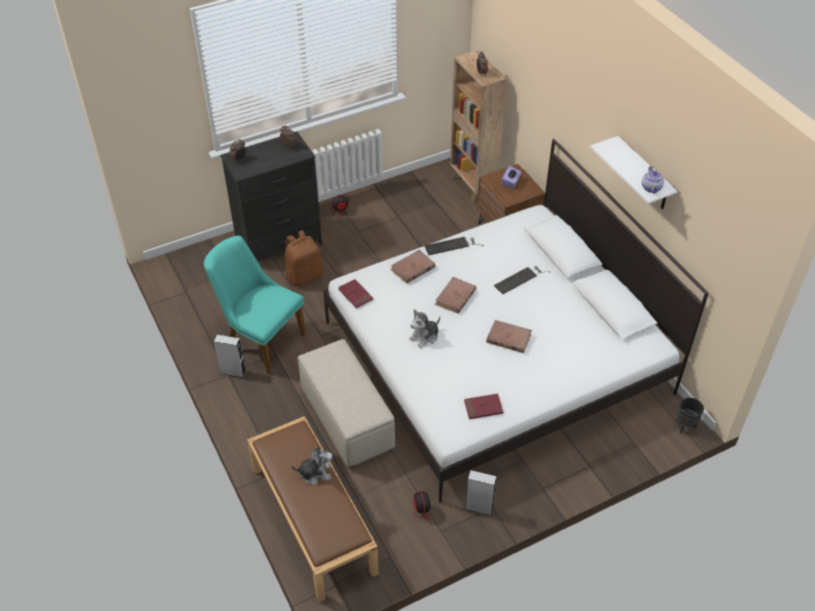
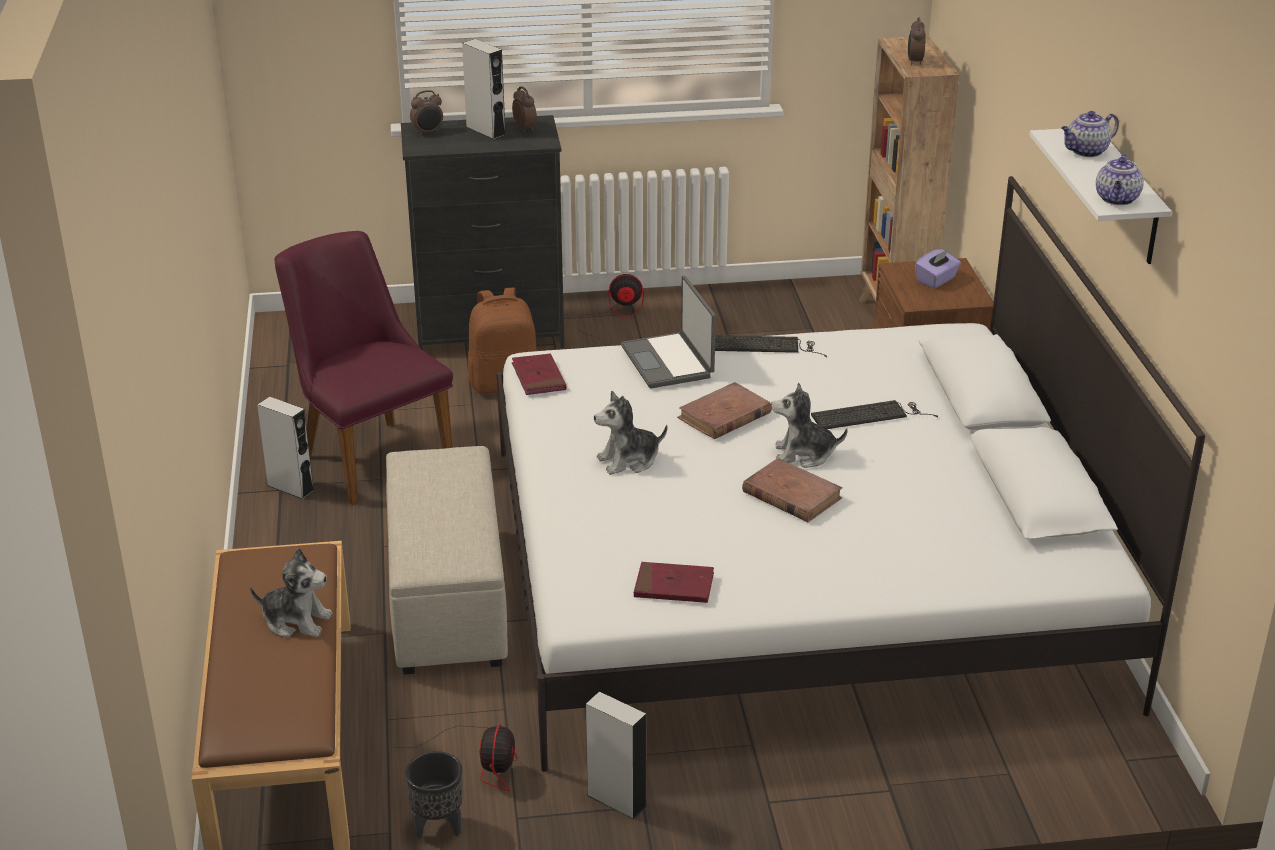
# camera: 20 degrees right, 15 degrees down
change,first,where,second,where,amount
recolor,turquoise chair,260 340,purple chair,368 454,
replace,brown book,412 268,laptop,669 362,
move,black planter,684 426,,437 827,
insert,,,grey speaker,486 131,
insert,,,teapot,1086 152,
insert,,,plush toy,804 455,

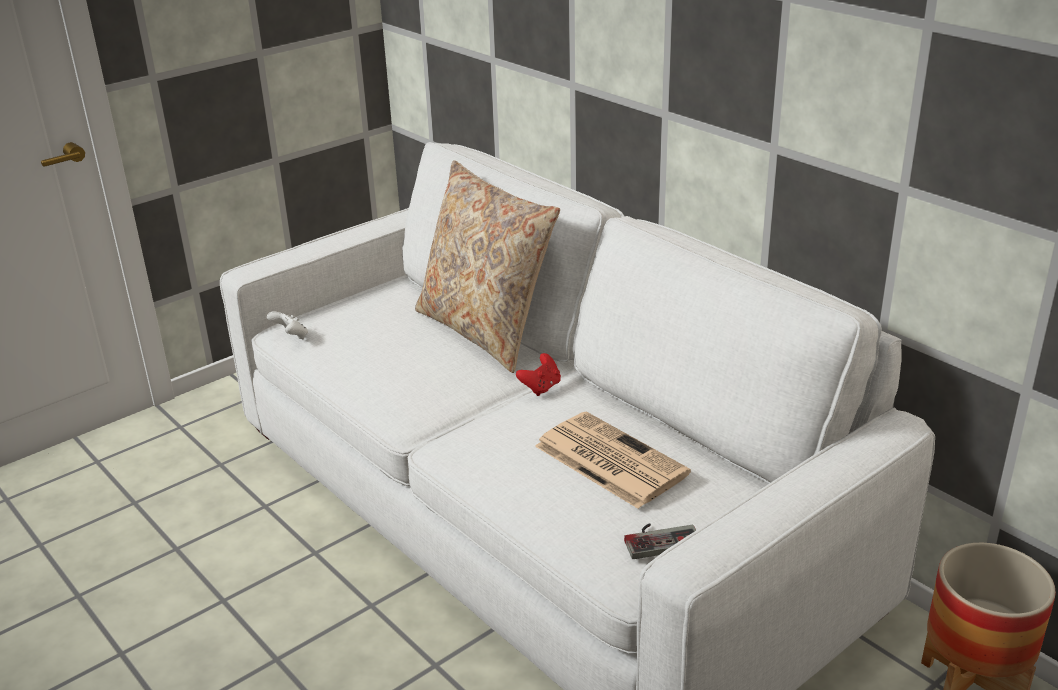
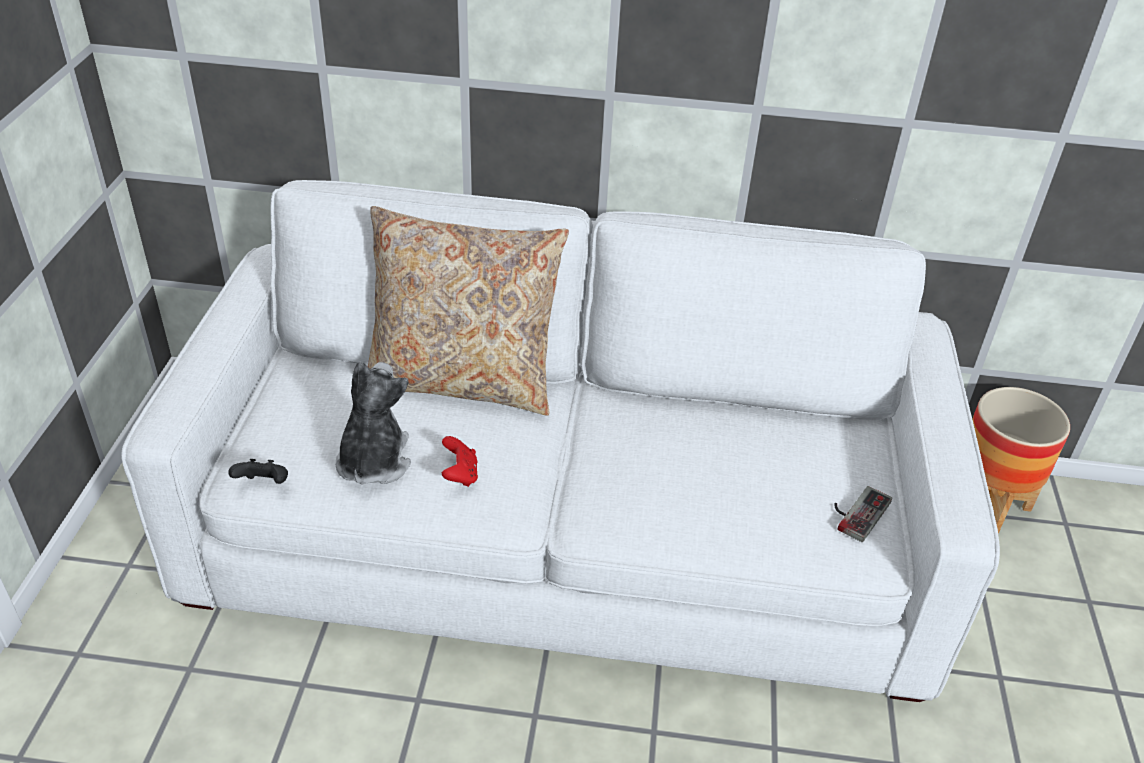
# camera: 45 degrees left, 10 degrees up
change,first,where,second,where,amount
recolor,white game controller,291 337,black game controller,264 485,
move,red game controller,541 387,,460 475,
delete,newspaper,608 459,,,
insert,,,plush toy,373 461,

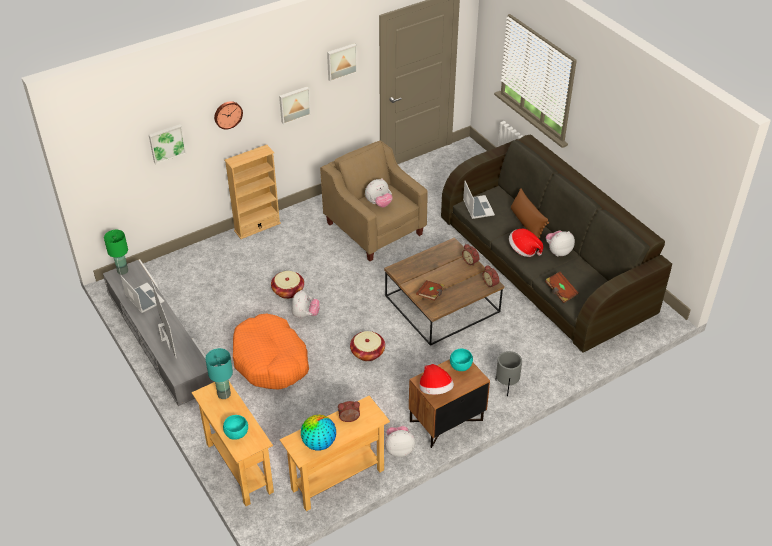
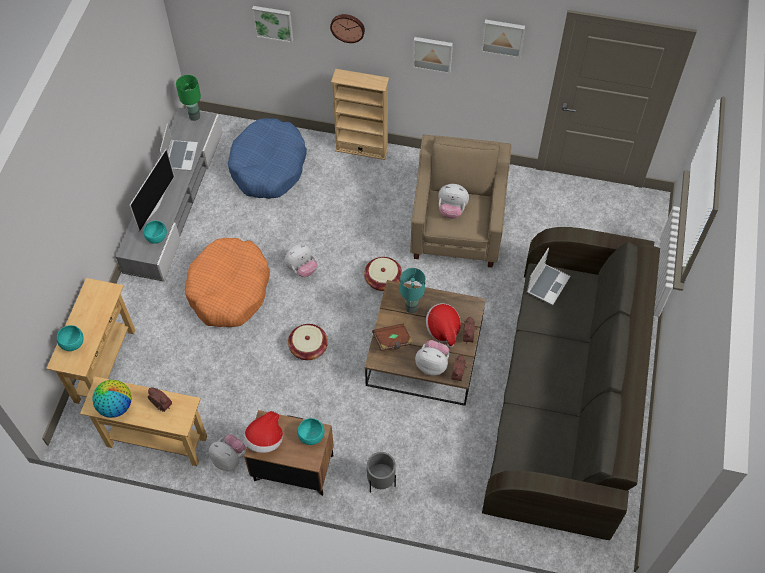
# camera: 45 degrees right, 15 degrees up
change,first,where,second,where,amount
delete,brown pillow,527 223,,,
move,hat,523 250,,443 329,
move,plush toy,558 251,,432 364,
move,basket,288 291,,383 279,
delete,brown book,560 292,,,
move,turquoise table lamp,224 394,,411 308,
insert,,,blue dog bed,268 166,
insert,,,turquoise bowl,156 237,

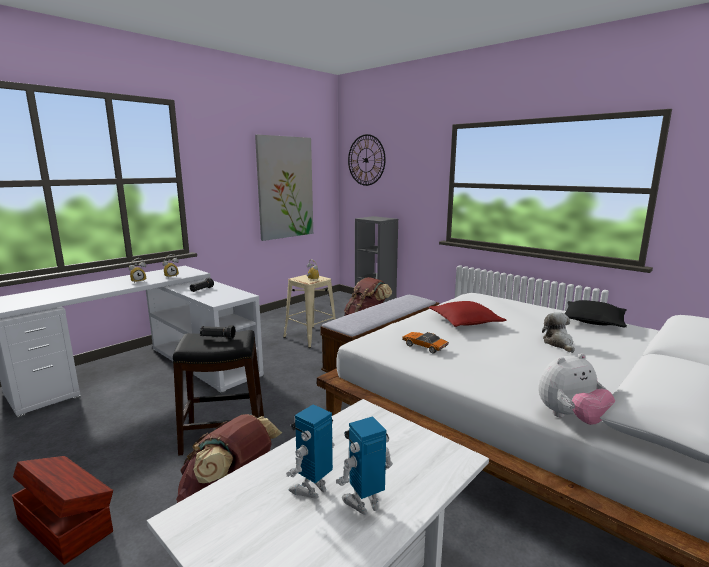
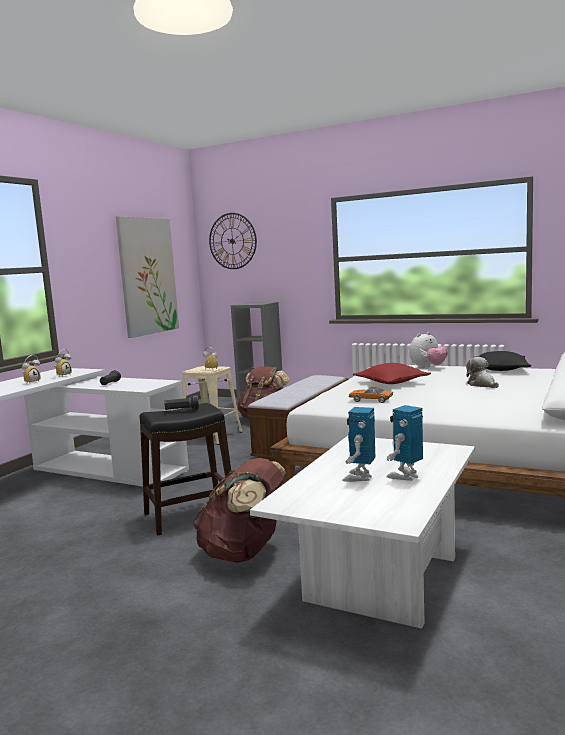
# camera: 15 degrees left, 5 degrees down
change,first,where,second,where,amount
move,plush toy,570 418,,428 367,
delete,brown storage box,66 524,,,

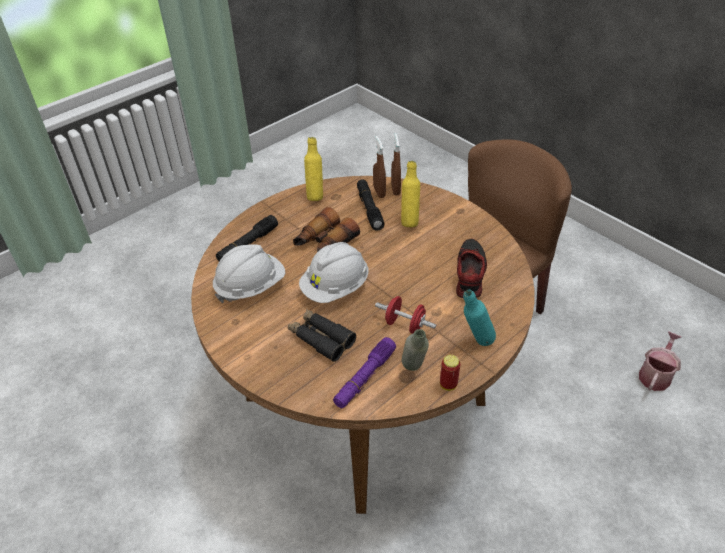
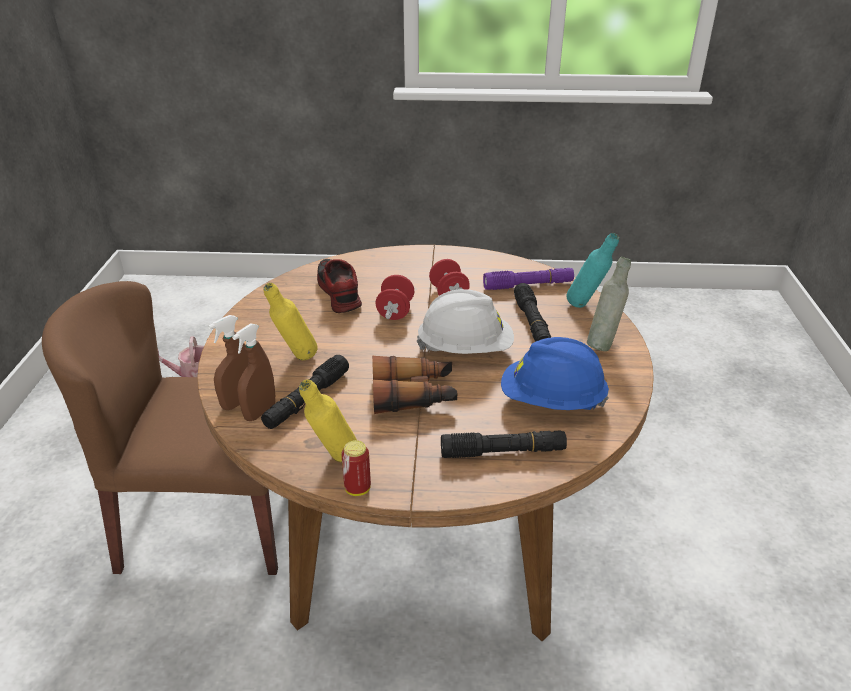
# camera: 135 degrees left, 10 degrees down
change,first,where,second,where,amount
rotate,shoe,469 274,,338 293,105 degrees clockwise
recolor,white hard hat,250 286,blue hard hat,551 401,
move,turquoise bottle,475 342,,586 307,
replace,black binoculars,321 338,black flashlight,531 323,
move,grey bottle,413 372,,603 344,
move,can,448 384,,357 489,
insert,,,red dumbbell,395 311,

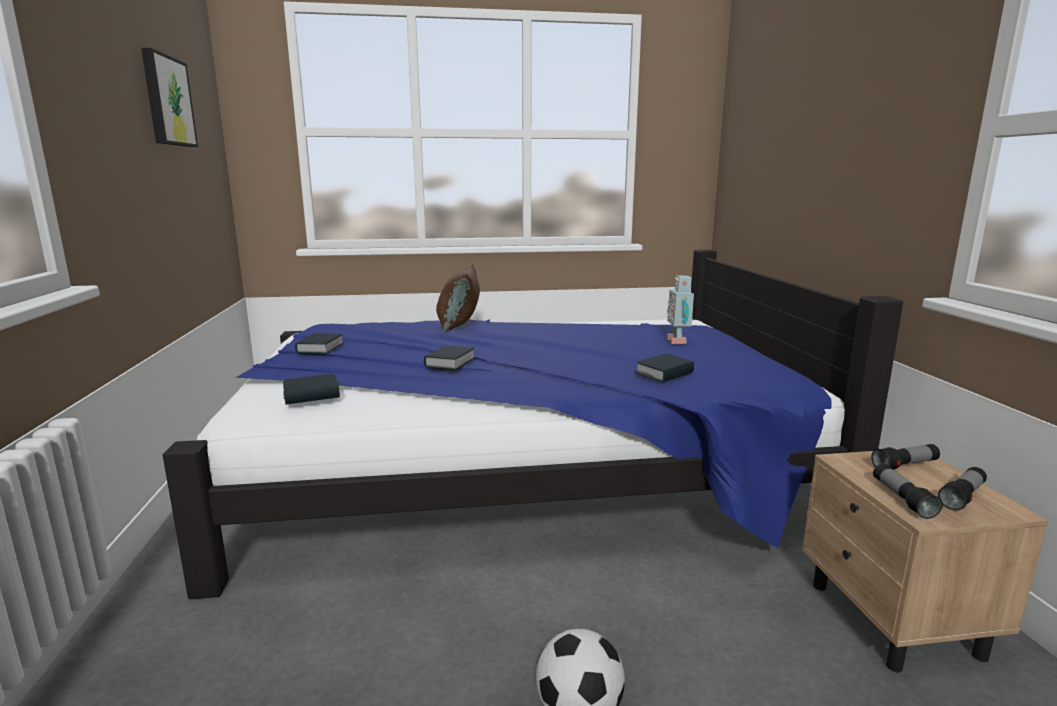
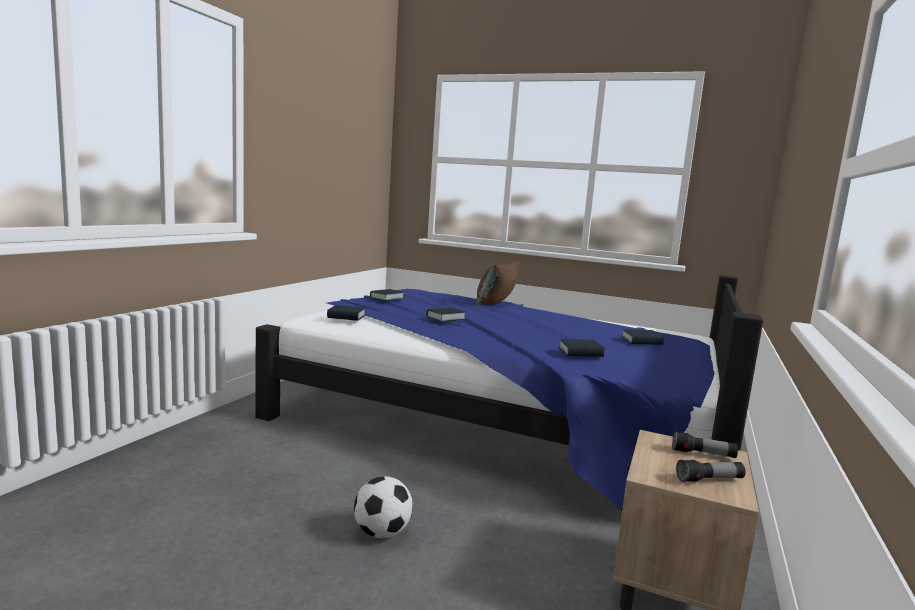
# camera: 30 degrees right, 5 degrees down
change,first,where,second,where,amount
delete,picture,167 101,,,
replace,toy robot,678 341,book,641 341,
delete,flashlight,902 499,,,

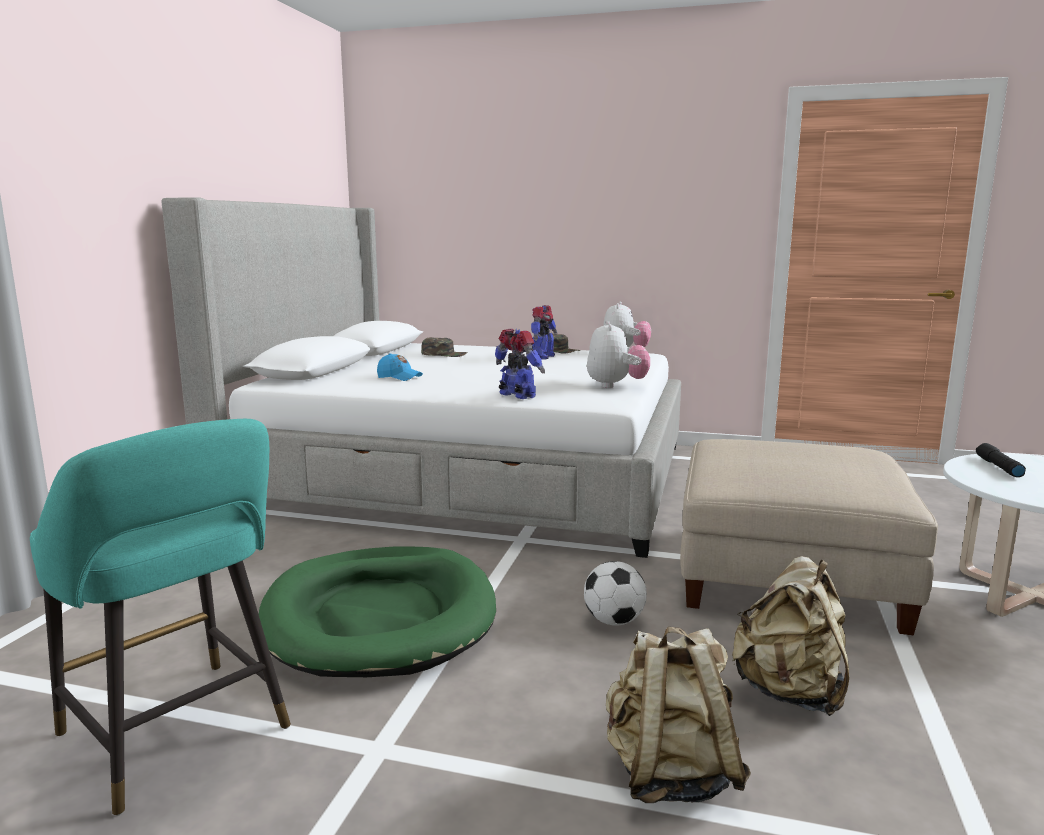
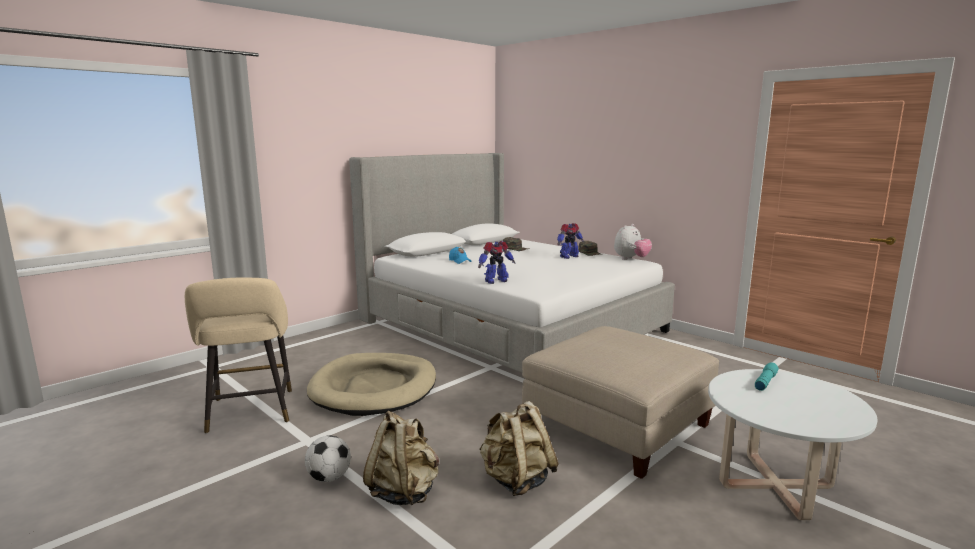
# camera: 30 degrees right, 0 degrees up
change,first,where,second,where,amount
delete,plush toy,616 385,,,
rotate,toy robot,517 396,,495 281,75 degrees clockwise
recolor,turquoise stool,180 736,beige stool,250 413,
recolor,black flashlight,998 467,turquoise flashlight,765 381,
recolor,green dog bed,380 617,beige dog bed,374 388,
move,football,614 621,,329 478,

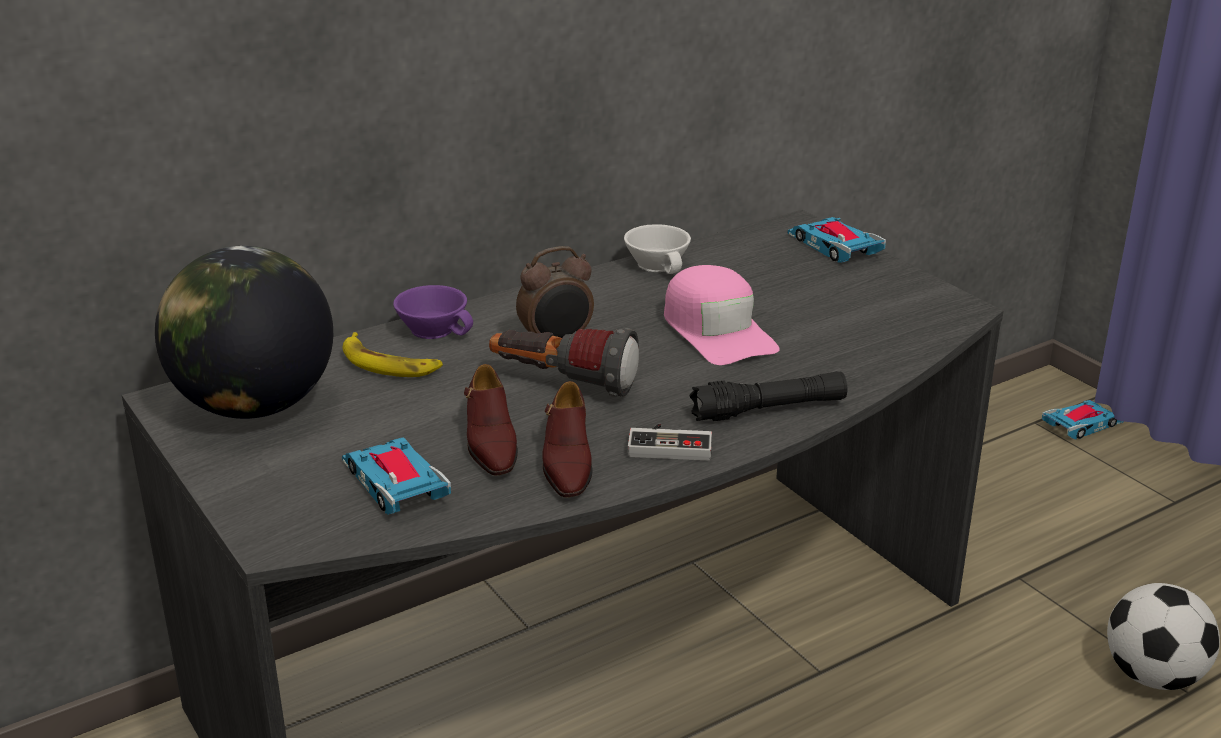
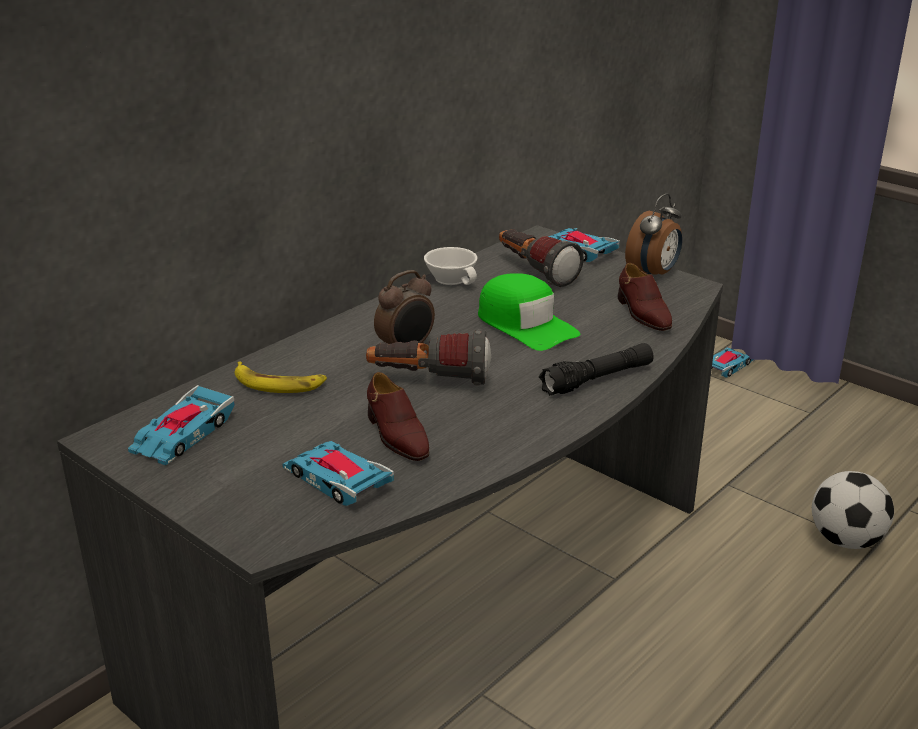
# camera: 15 degrees left, 0 degrees up
change,first,where,second,where,amount
replace,globe,255 406,toy car,183 434,
recolor,pink cap,717 331,green cap,525 325,
delete,purple cup,436 328,,,
move,brown shoe,567 462,,642 313,
delete,game controller,670 444,,,
insert,,,alarm clock,653 274,
insert,,,flashlight,534 272,

